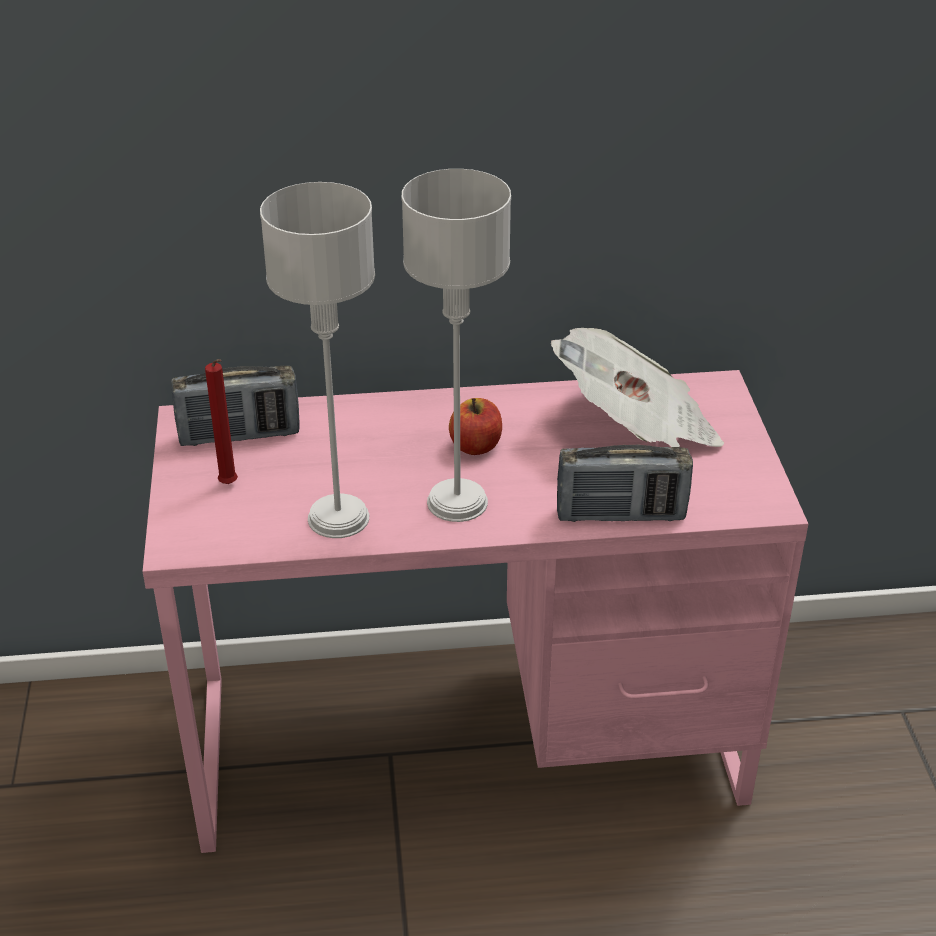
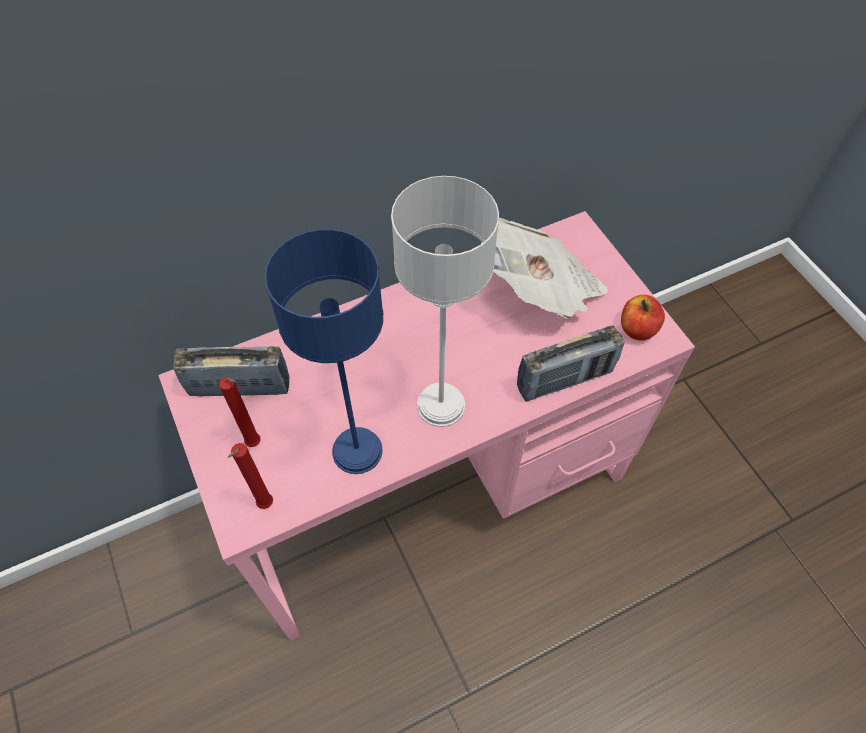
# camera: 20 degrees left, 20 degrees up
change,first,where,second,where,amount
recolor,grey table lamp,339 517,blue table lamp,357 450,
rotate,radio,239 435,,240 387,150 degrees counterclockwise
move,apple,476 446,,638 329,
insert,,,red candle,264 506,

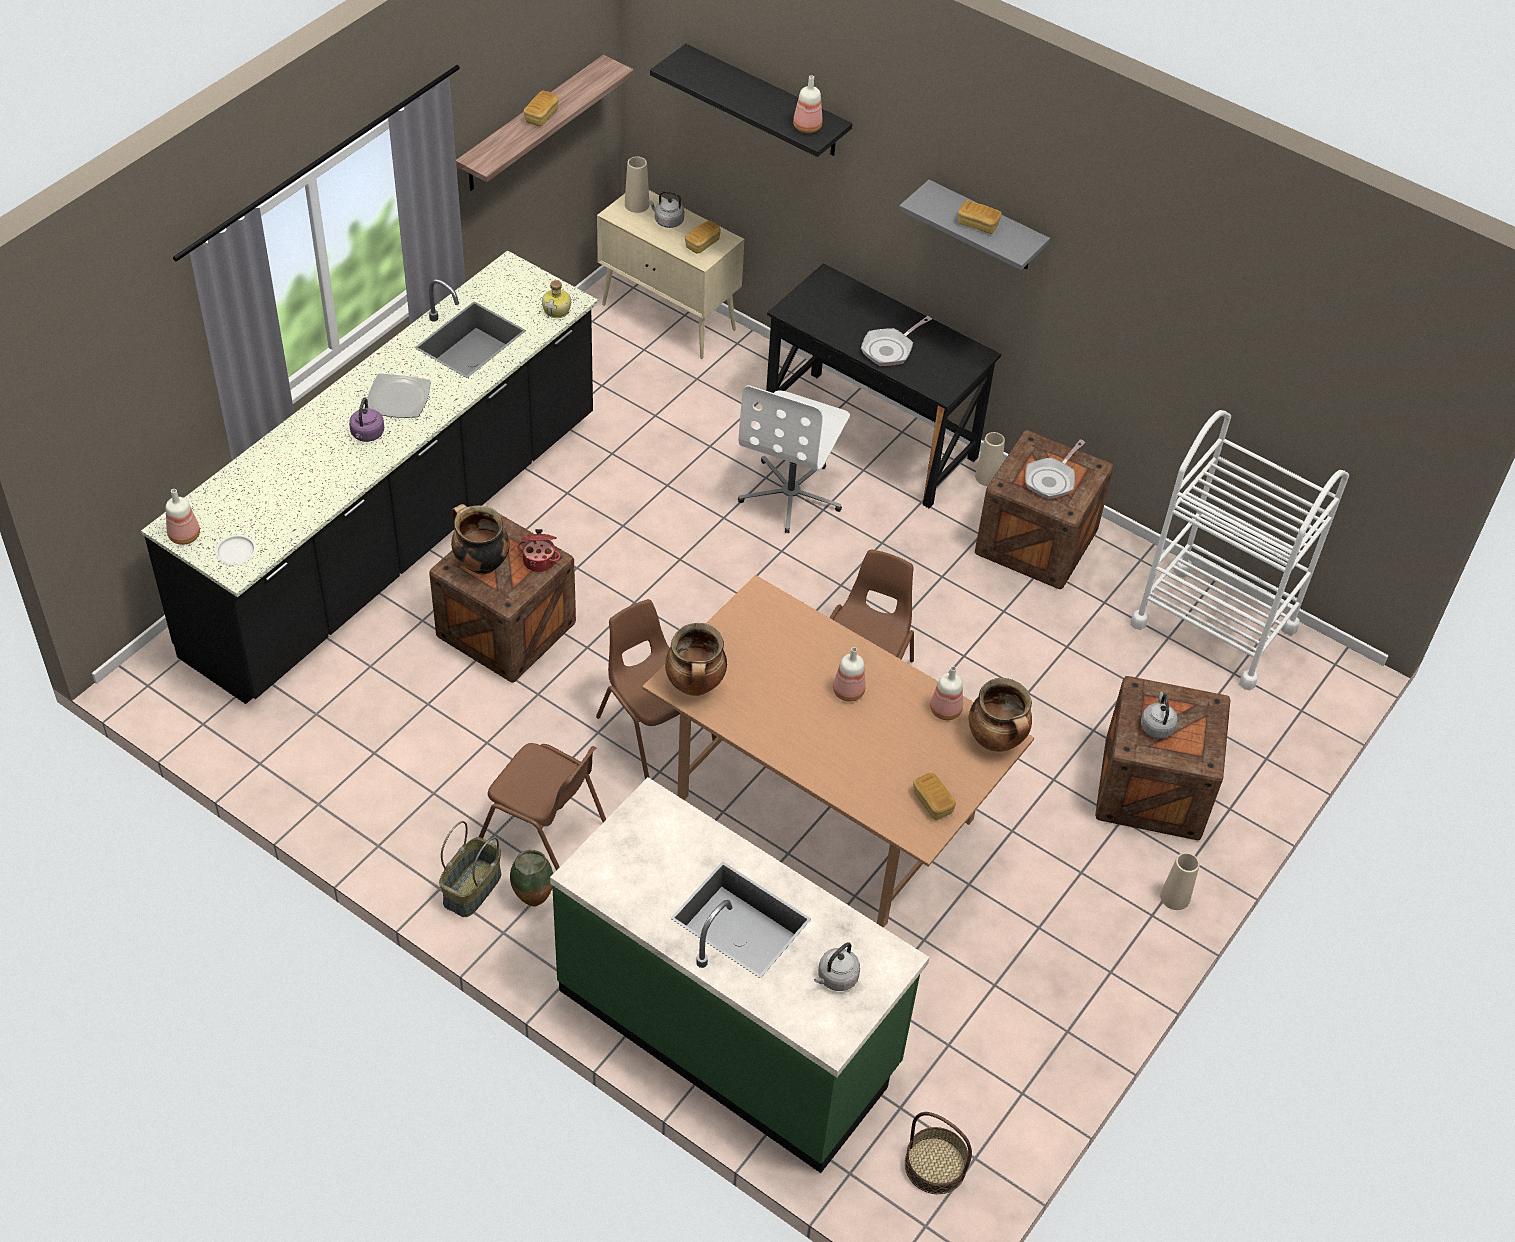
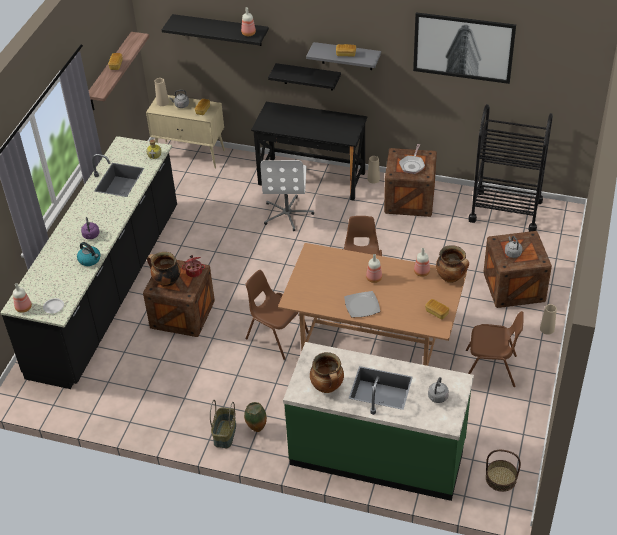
# camera: 15 degrees left, 5 degrees down
change,first,where,second,where,amount
delete,frying pan,890 349,,,
move,plate,398 399,,362 306,
recolor,white cart,1213 626,black cart,505 211,
move,cooking pot,696 686,,327 387,
move,brown chair,545 834,,491 369,
insert,,,picture,463 47,
insert,,,black shelf,308 77,
insert,,,kettle,90 260,

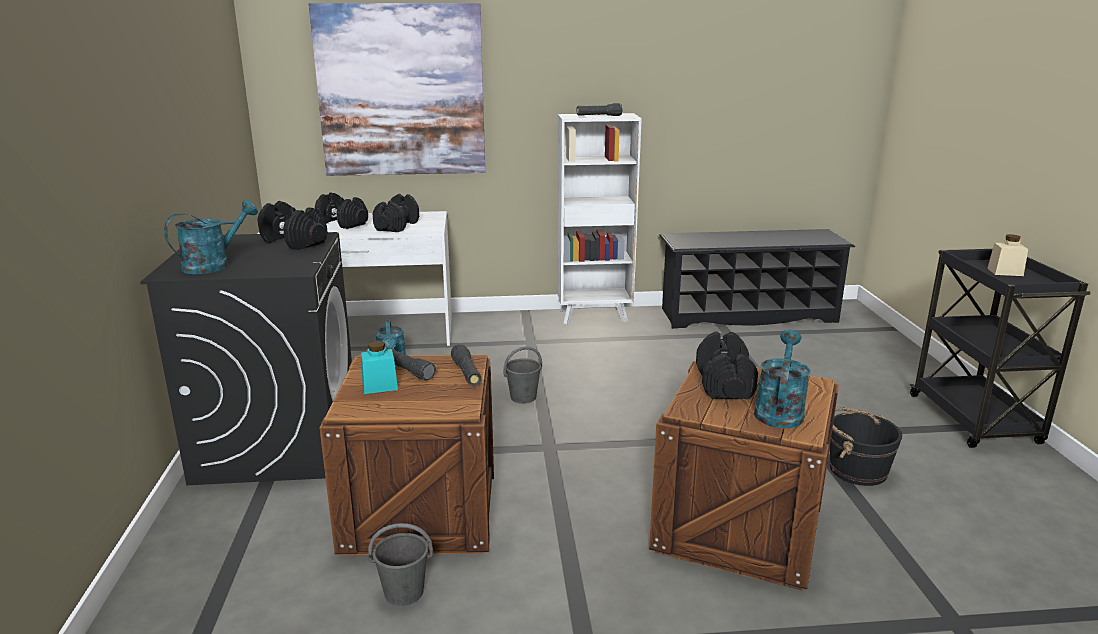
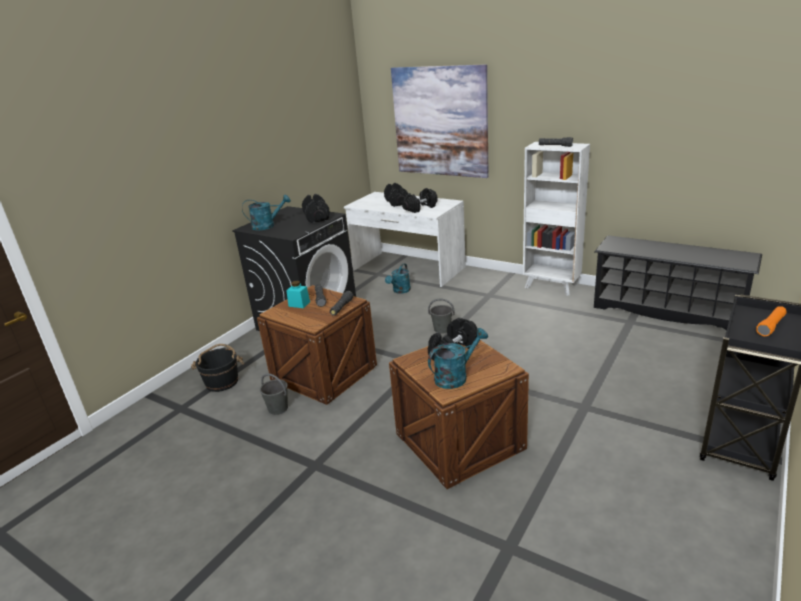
# camera: 40 degrees right, 5 degrees up
change,first,where,second,where,amount
replace,beige jar,1005 272,orange flashlight,771 326,
move,black bucket,856 470,,222 382,

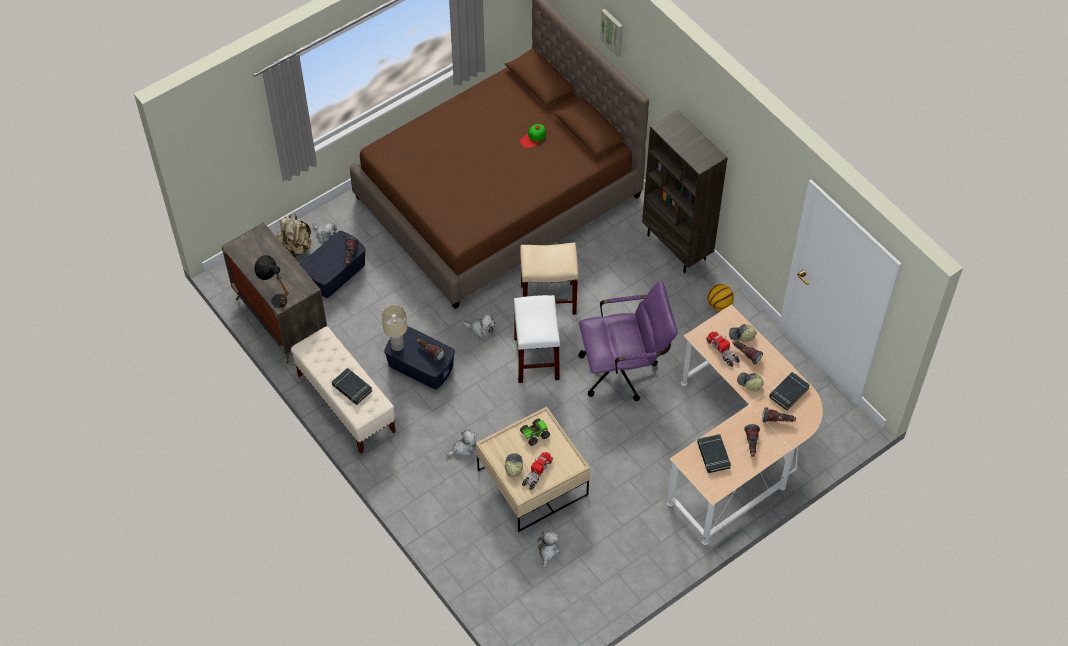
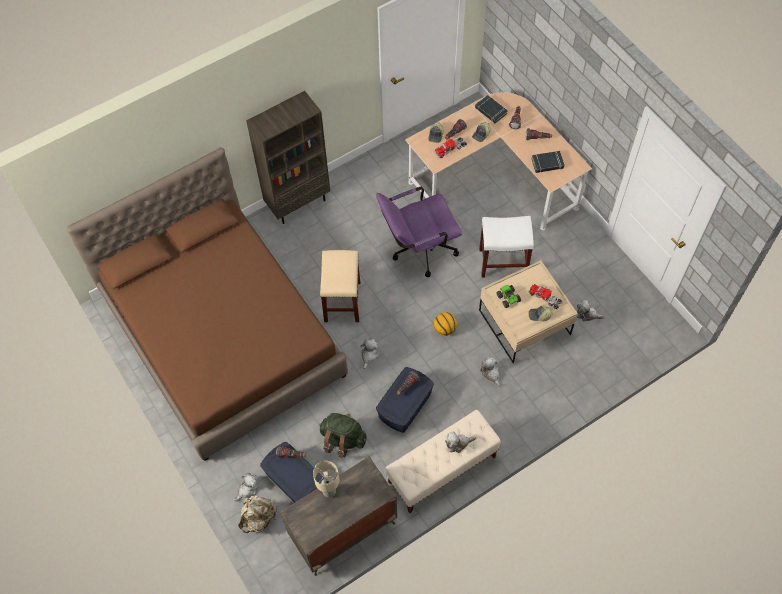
# camera: 85 degrees left, 5 degrees up
change,first,where,second,where,amount
delete,picture,612 32,,,
delete,cap,533 137,,,
delete,black table lamp,275 297,,,
rotate,purple office chair,624 370,,418 250,105 degrees counterclockwise
move,basketball,719 304,,444 329,
move,white stool,537 359,,503 262,
move,beige table lamp,397 345,,329 491,
replace,black book,352 388,plush toy,458 443,
insert,,,green backpack,342 439,

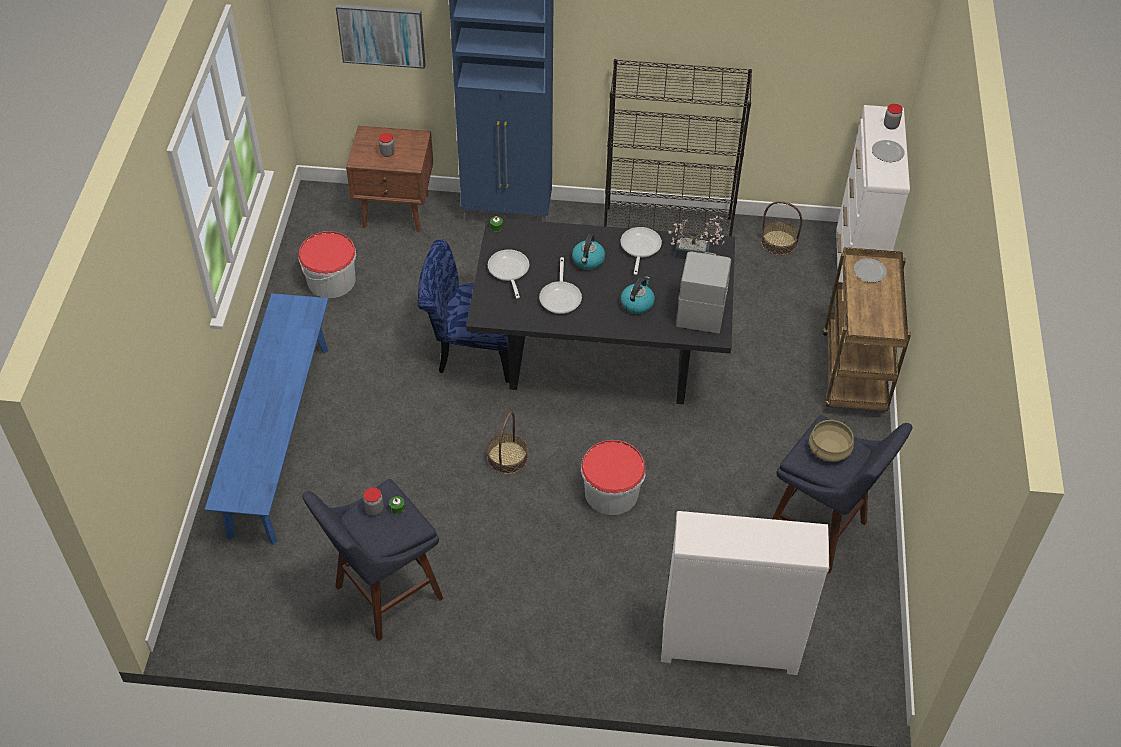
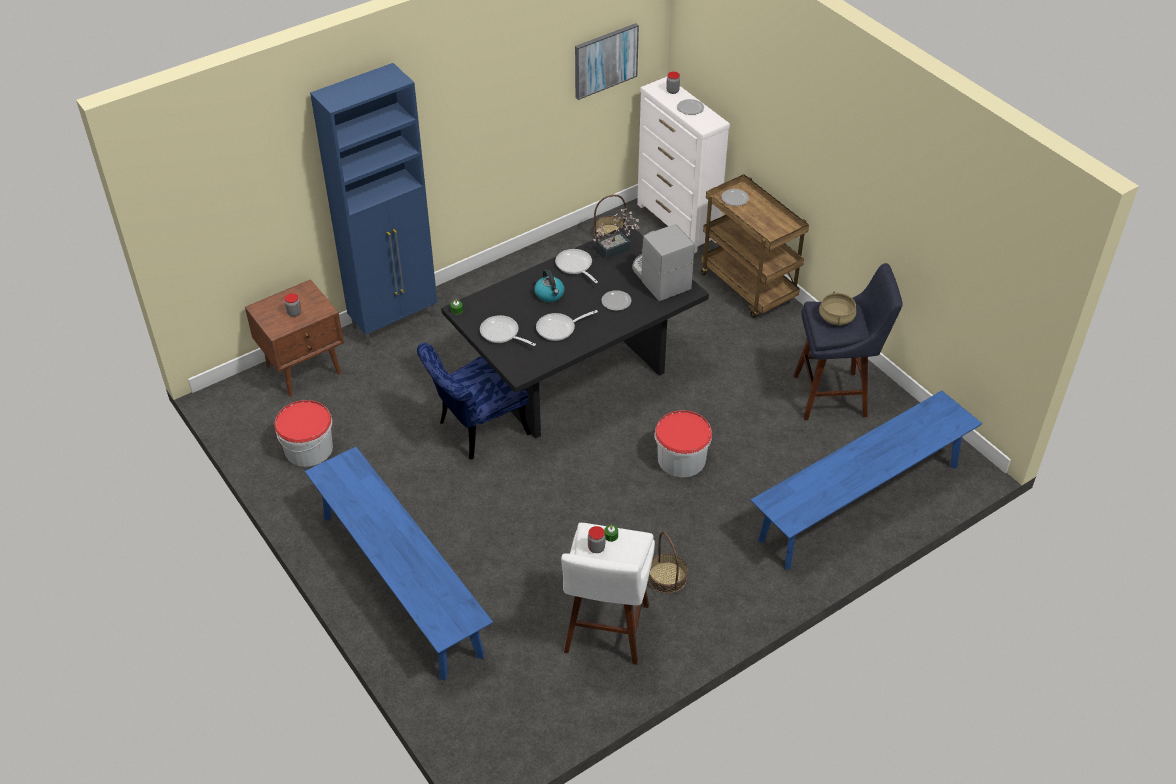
# camera: 40 degrees left, 5 degrees down
change,first,where,second,where,amount
move,picture,381 35,,605 60,
delete,black bookcase,668 229,,,
rotate,frying pan,561 297,,559 328,105 degrees clockwise
replace,kettle,637 303,plate,616 302,
move,basket,507 457,,666 577,
recolor,blue stool,383 596,white stool,605 634,
replace,white dresser,728 647,blue bench,860 502,

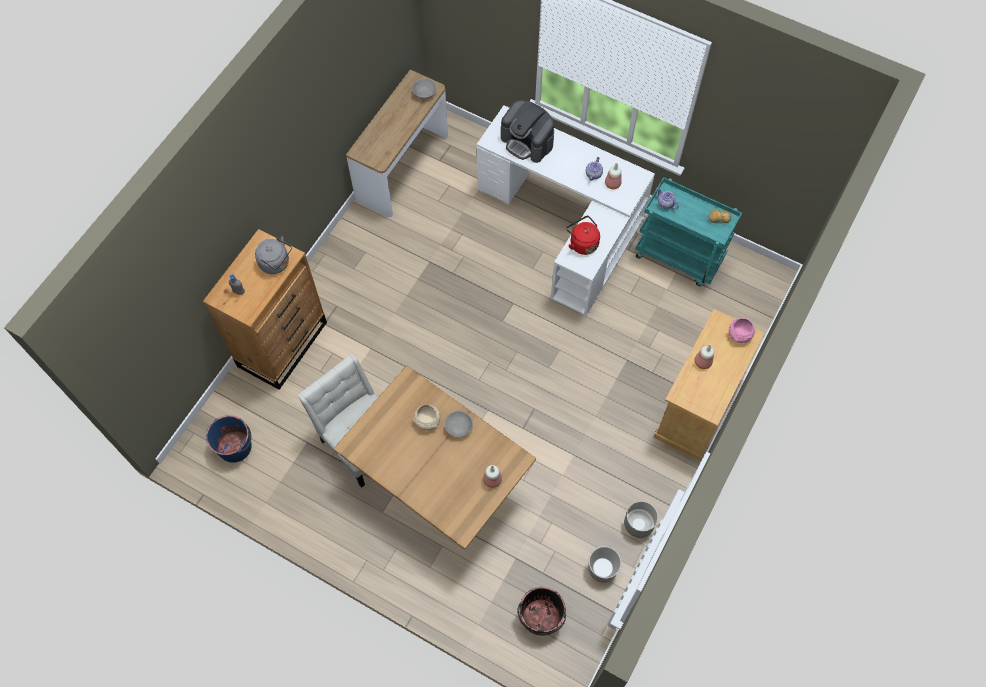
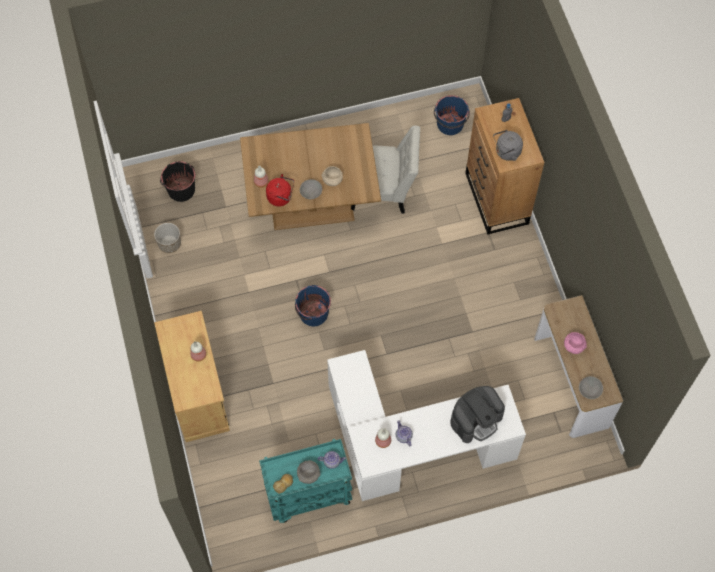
# camera: 135 degrees right, 0 degrees up
change,first,where,second,where,amount
rotate,coffee machine,527 141,,476 419,150 degrees clockwise
move,red kettle,582 243,,281 197,
move,pink bowl,739 335,,573 346,
delete,grey planter,638 524,,,
insert,,,blue bucket,313 313,
insert,,,grey bowl,309 475,

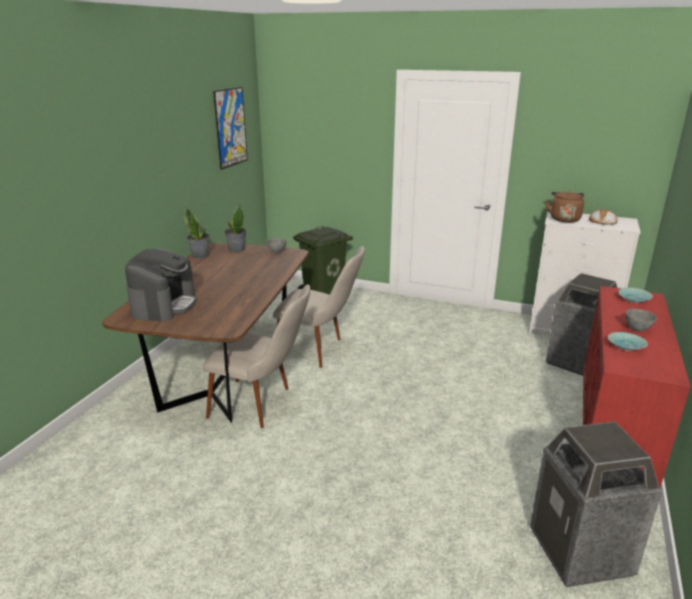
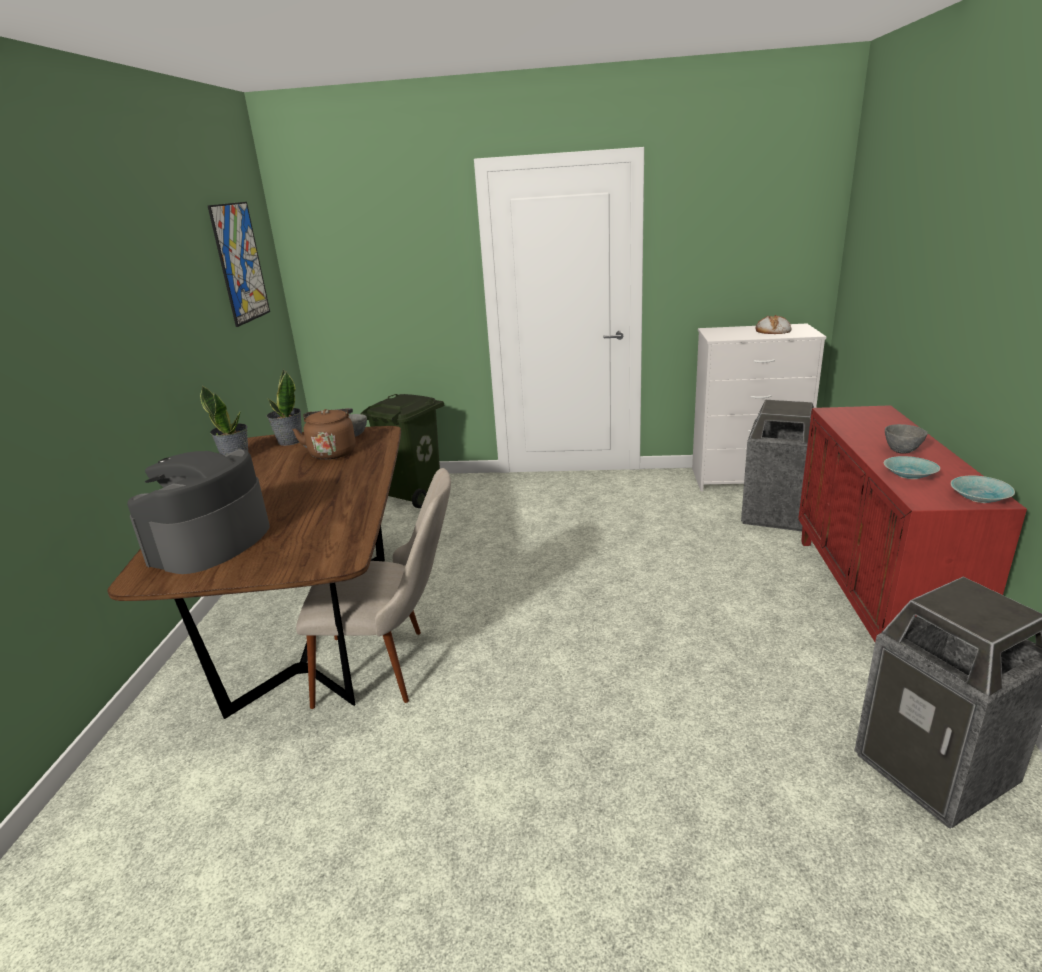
# camera: 15 degrees left, 0 degrees up
change,first,where,second,where,amount
move,brown kettle,564 219,,332 452,
delete,beige chair,320 351,,,
rotate,coffee machine,164 305,,211 542,150 degrees counterclockwise
move,turquoise bowl,634 300,,981 498,

